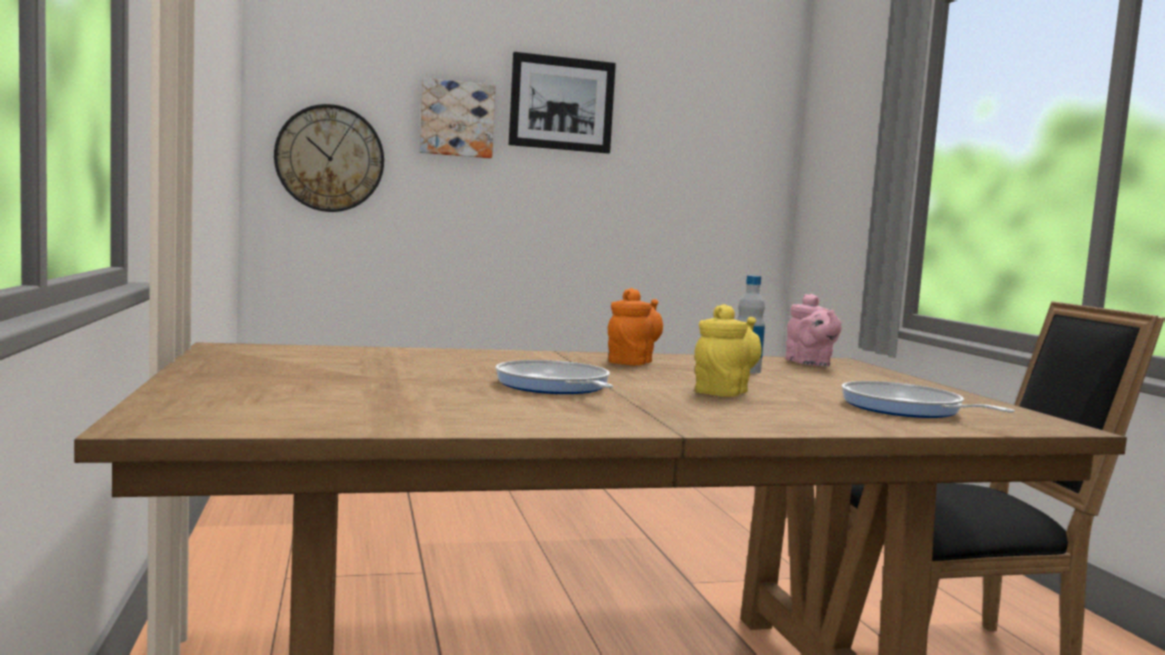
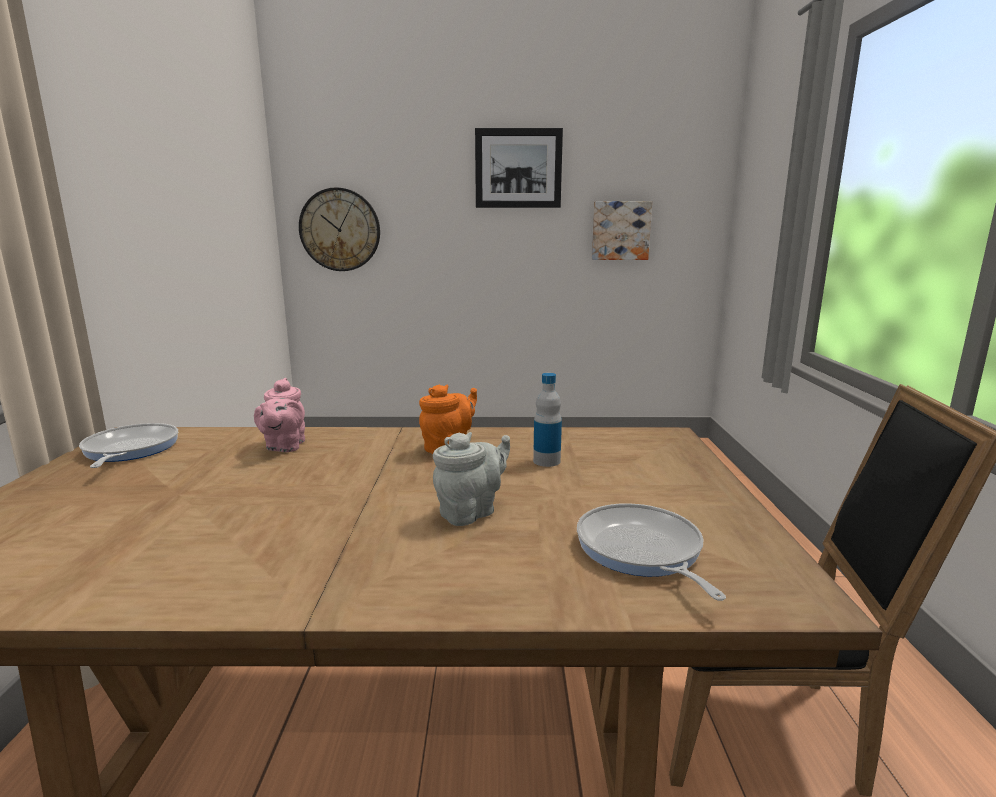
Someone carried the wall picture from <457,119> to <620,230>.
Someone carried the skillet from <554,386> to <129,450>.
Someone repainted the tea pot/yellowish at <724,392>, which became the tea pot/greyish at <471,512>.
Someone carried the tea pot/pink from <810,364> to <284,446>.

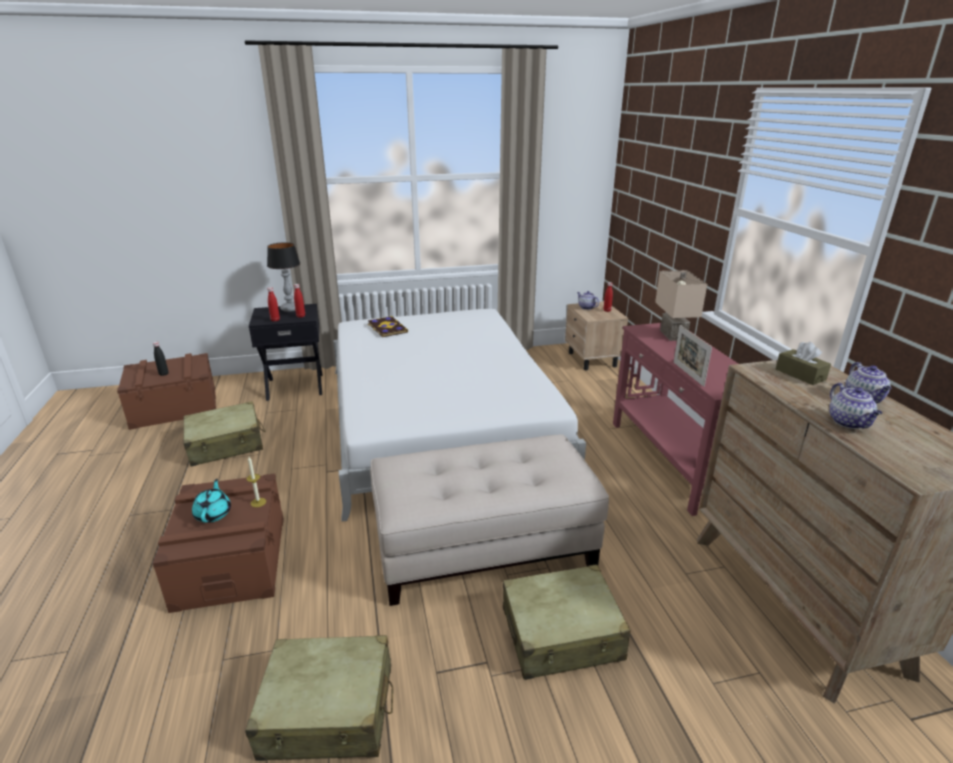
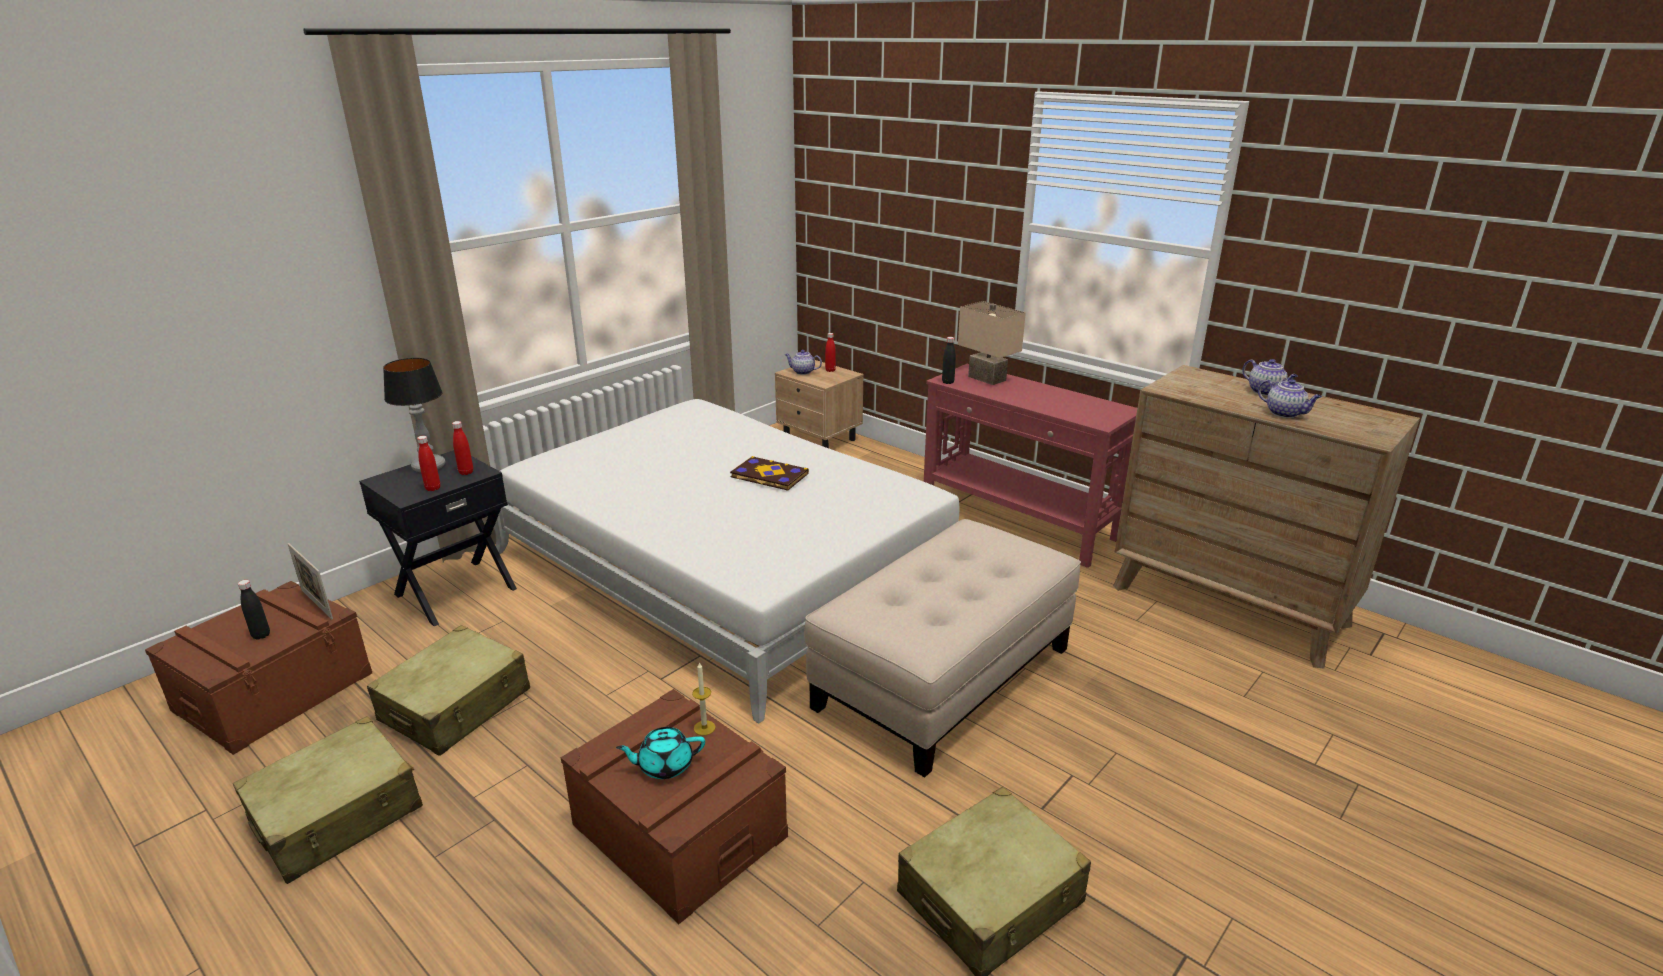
Someone rotated the tea pot/turquoise at <213,513> by 60 degrees counterclockwise.
Someone carried the volume from <387,328> to <769,476>.
Someone carried the suitcase/sand-coloured from <562,634> to <338,815>.
Someone carried the picture frame from <688,374> to <317,604>.
Someone took away the tissue holder/brown at <800,374>.
Someone put down the bottle/blackish at <948,382>.

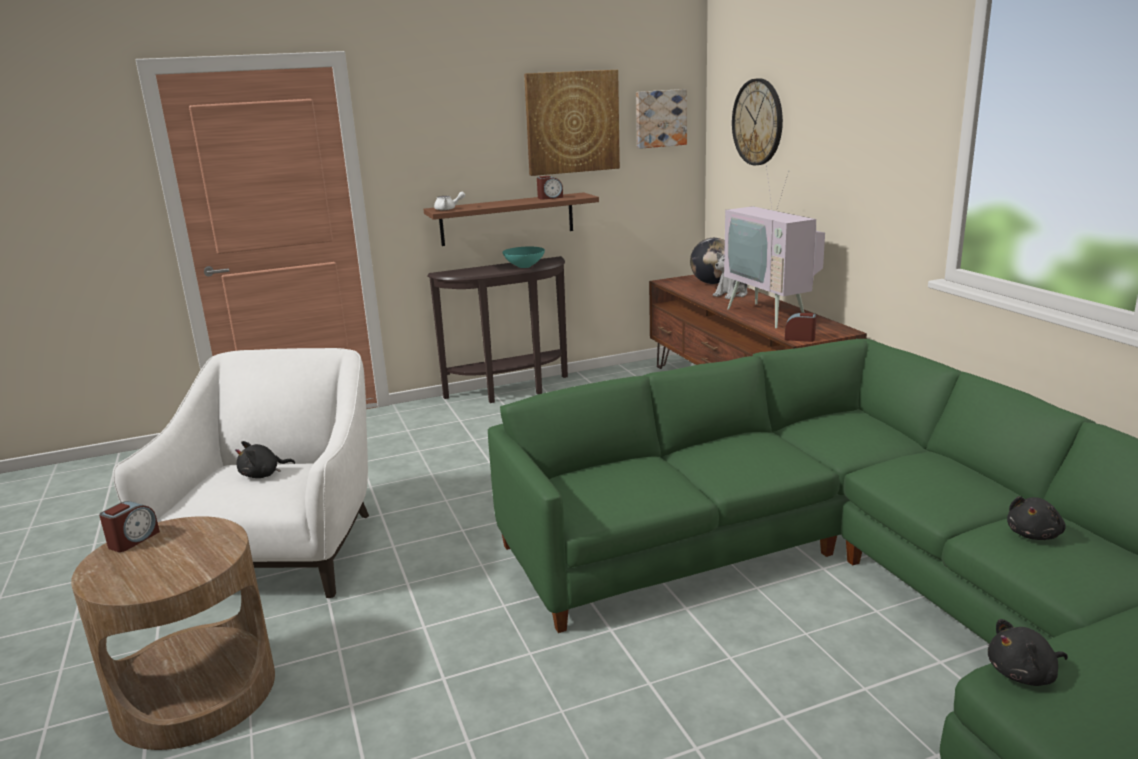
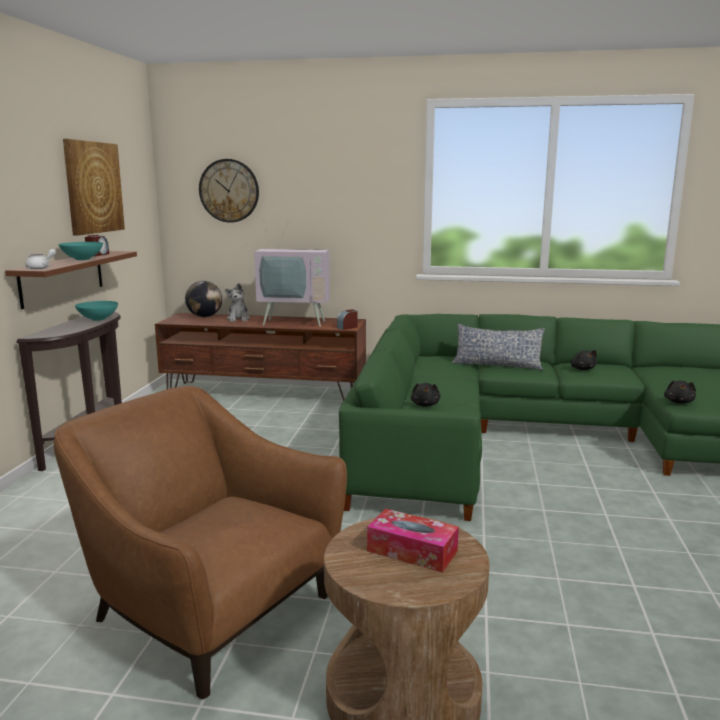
Someone took away the table clock at <133,540>.
Someone repainted the armchair/white-coloured at <282,553>, which became the armchair/brown at <209,610>.
Someone carried the plush toy/blackish from <263,475> to <425,405>.
Someone took away the wall picture at <660,118>.
Someone put down the deep dish/turquoise at <83,259>.
Someone put down the tissue holder at <412,551>.
Someone put down the throw pillow at <497,365>.

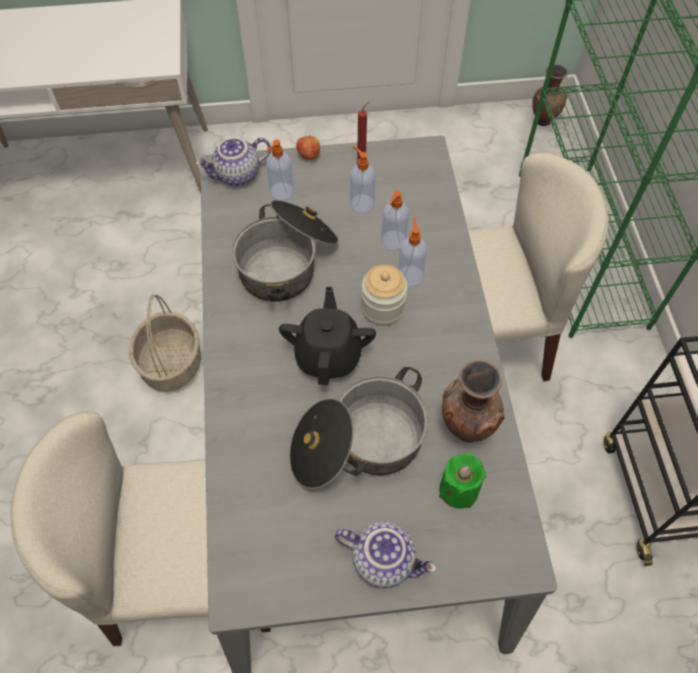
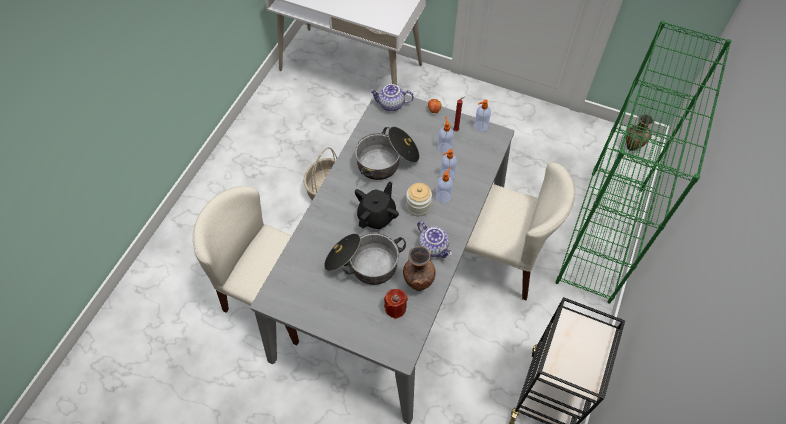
Someone carried the soap dispenser from <281,192> to <480,126>.
Someone carried the tea pot from <384,560> to <434,247>.
Someone repainted the wax light/green at <458,490>, which became the wax light/red-coloured at <395,308>.

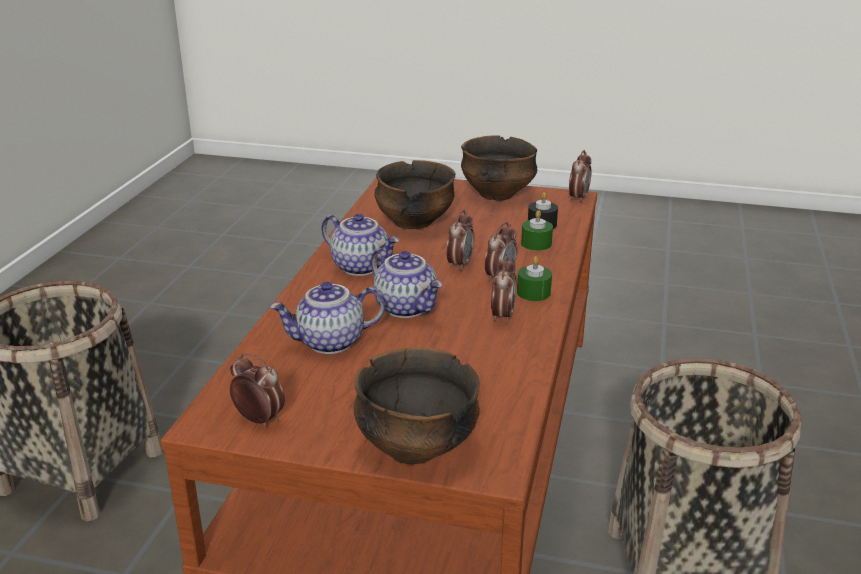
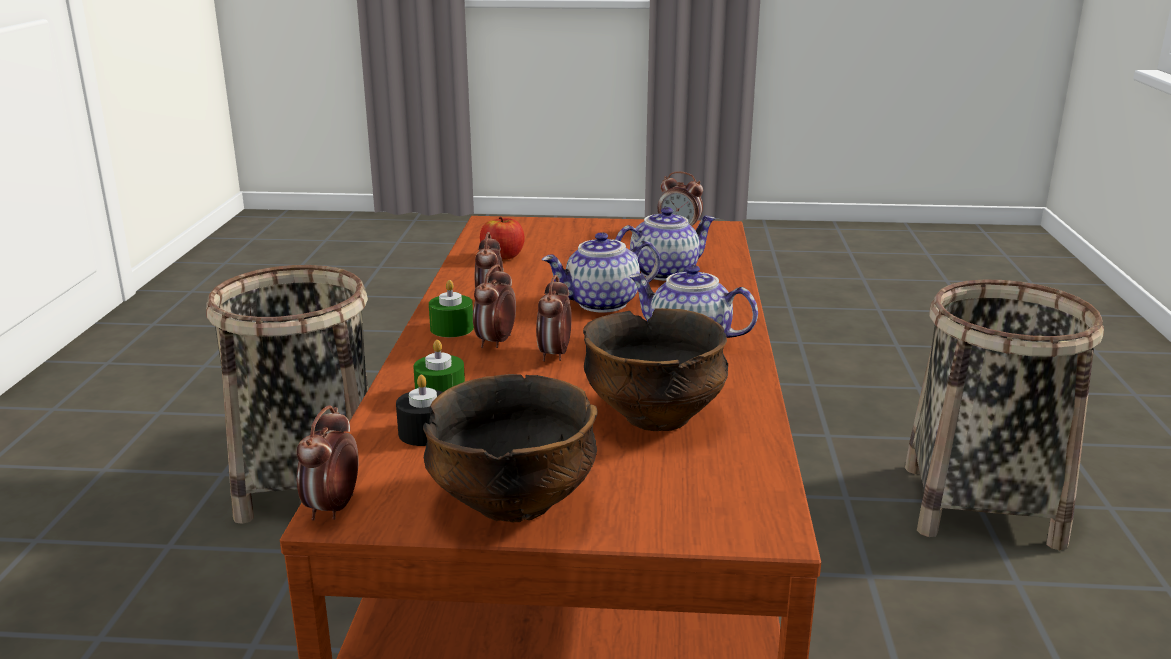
Someone took away the deep dish at <415,447>.
Someone rotated the tea pot at <407,307> by 60 degrees counterclockwise.
Someone put down the apple at <502,257>.

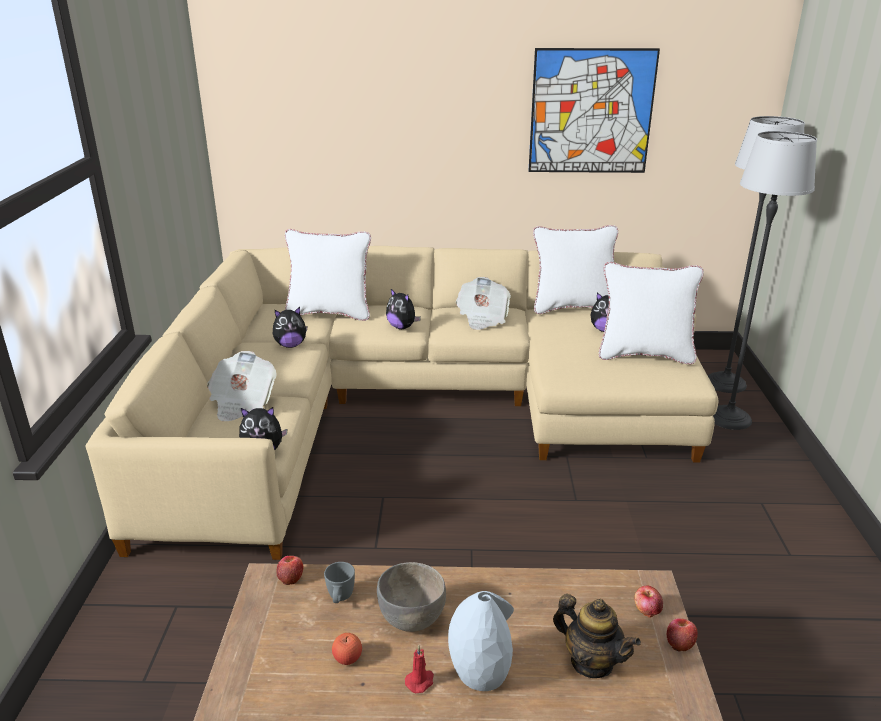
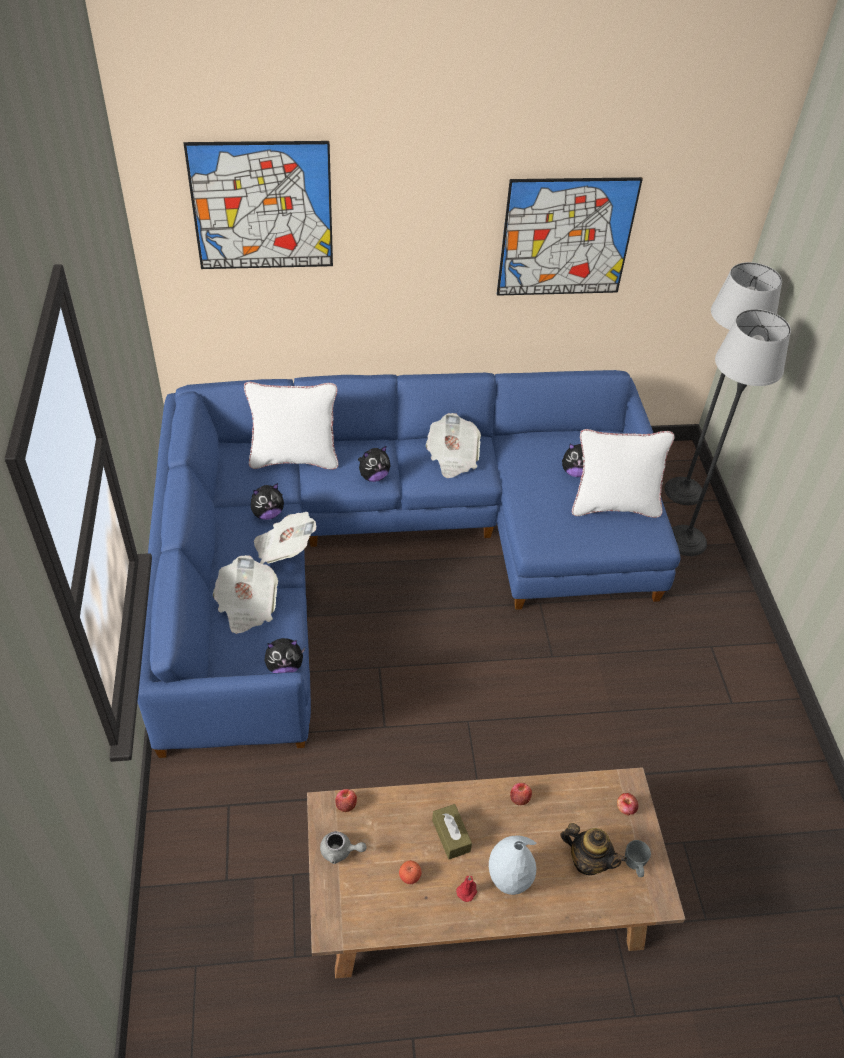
Someone repainted the sofa/sand-coloured at <414,408>, which became the sofa/blue-coloured at <386,547>.
Someone carried the coffee mug/greyish from <340,599> to <634,866>.
Someone swapped the deep dish/greyish at <412,619> for the tissue holder/brown at <451,835>.
Someone rotated the plush toy at <402,327> by 60 degrees counterclockwise.
Someone took away the throw pillow/white-coloured at <572,307>.
Someone carried the apple from <679,643> to <519,798>.
Someone put up the wall picture at <262,207>.
Someone put down the daily paper at <284,549>.
Someone put down the tea pot/greyish at <340,851>.

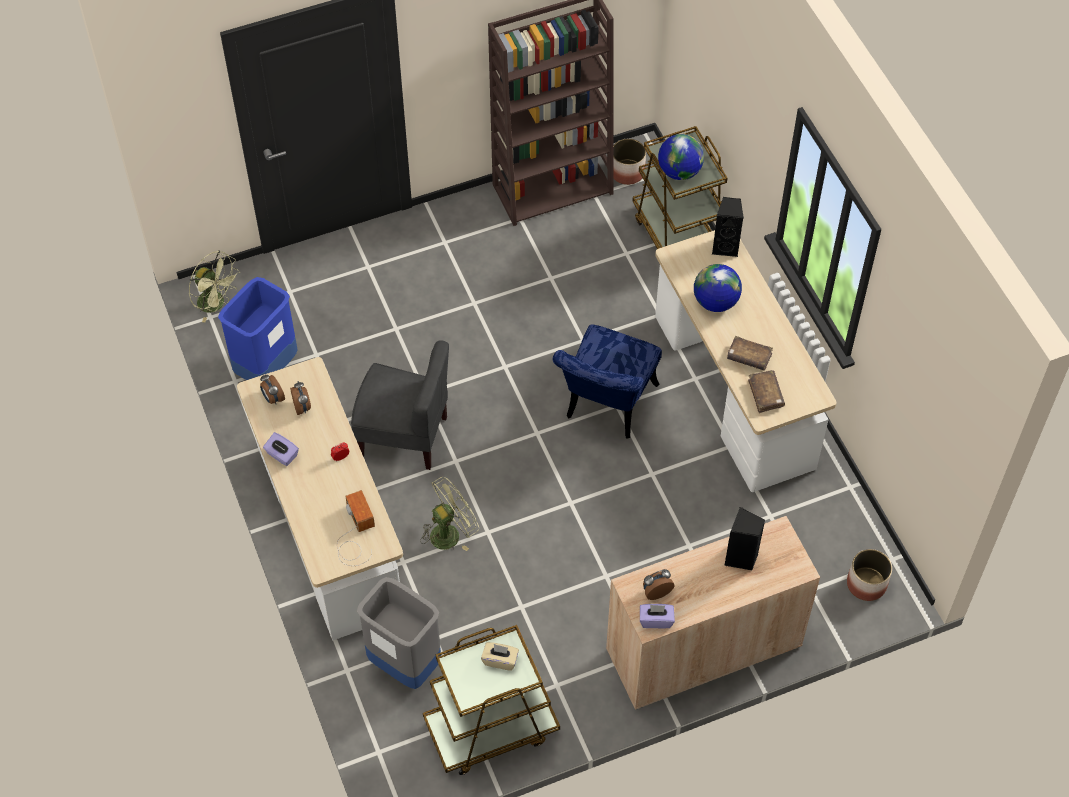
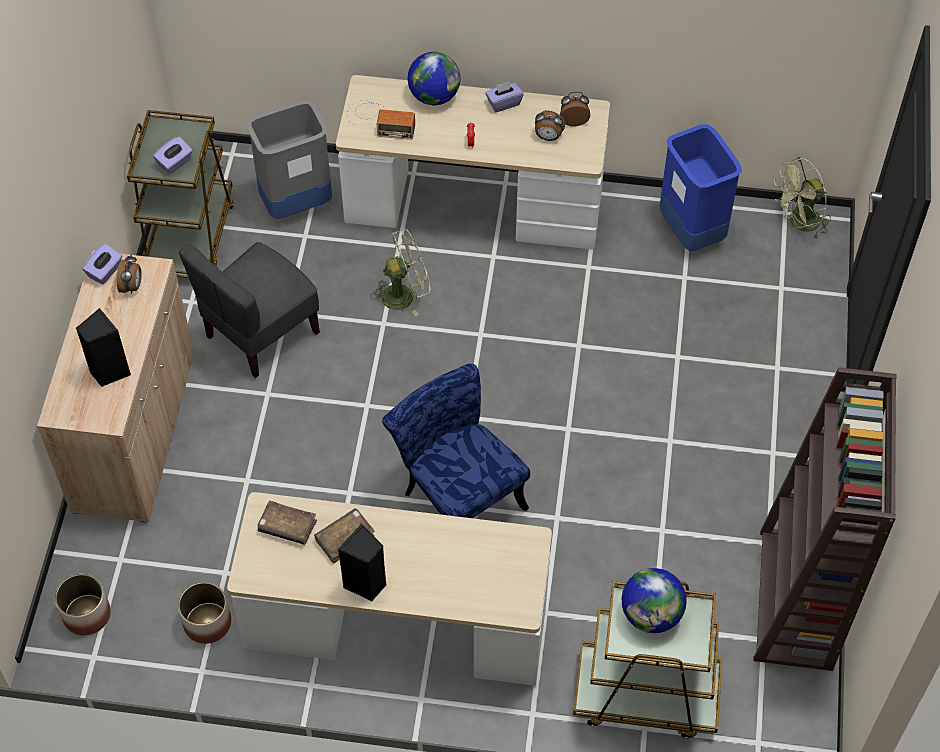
Someone carried the chair/greyish from <404,436> to <261,334>.
Someone rotated the fan/green at <450,532> by 105 degrees counterclockwise.
Someone repainted the tissue holder/sand-coloured at <500,660>, which became the tissue holder/purple-coloured at <175,163>.
Someone carried the flower pot from <627,172> to <207,622>.
Someone carried the globe from <715,302> to <434,96>.
Someone carried the audio speaker/blackish from <725,246> to <366,584>.

